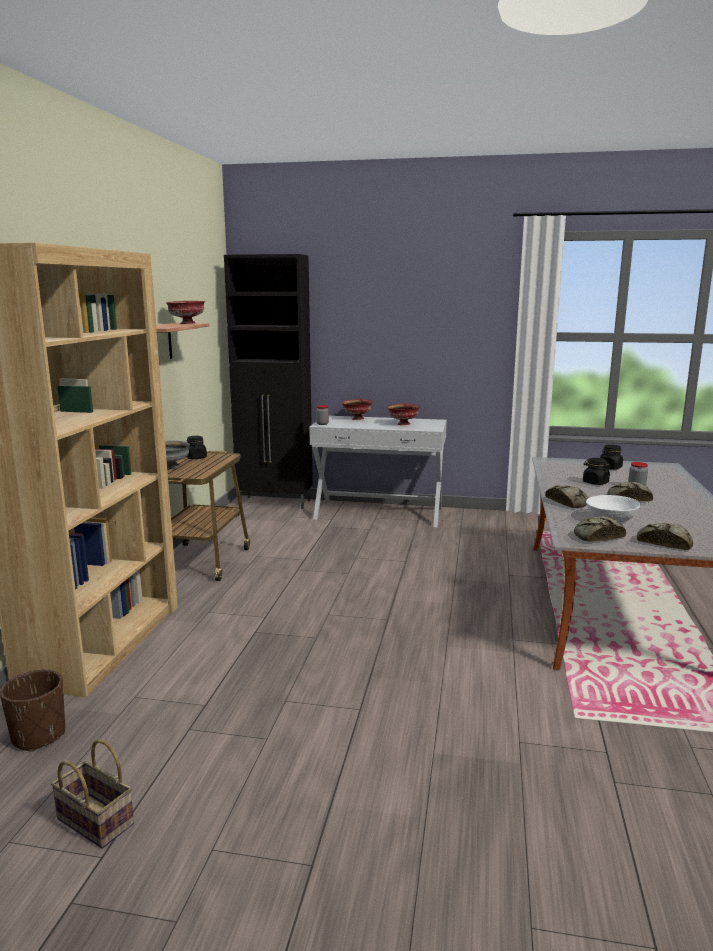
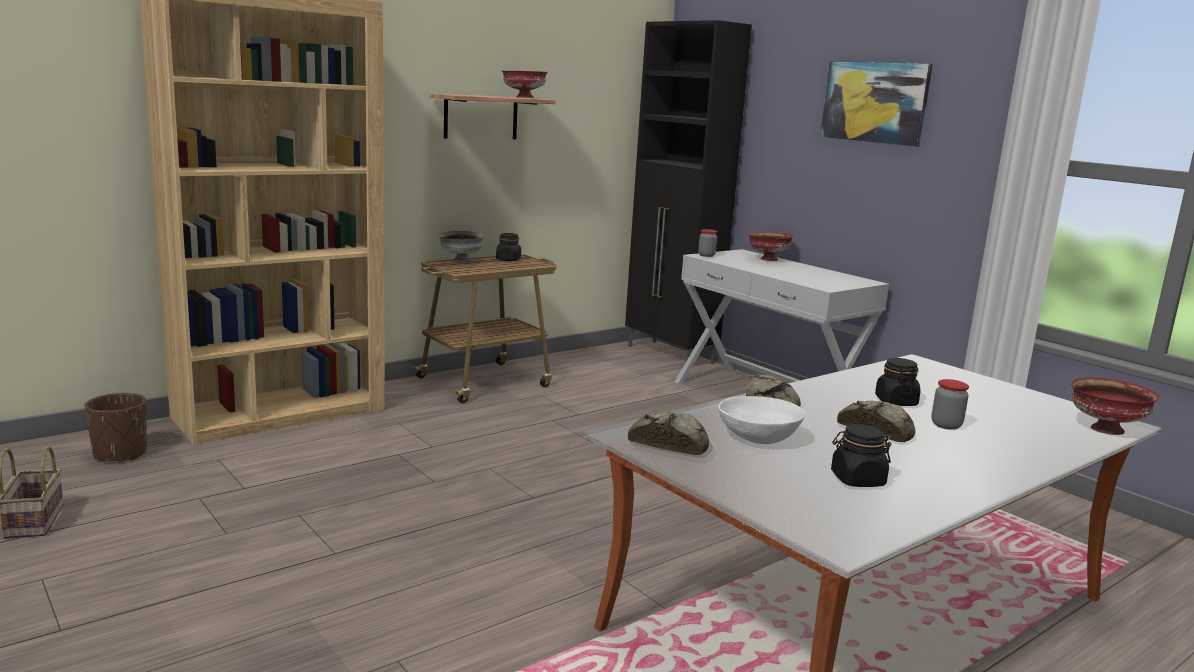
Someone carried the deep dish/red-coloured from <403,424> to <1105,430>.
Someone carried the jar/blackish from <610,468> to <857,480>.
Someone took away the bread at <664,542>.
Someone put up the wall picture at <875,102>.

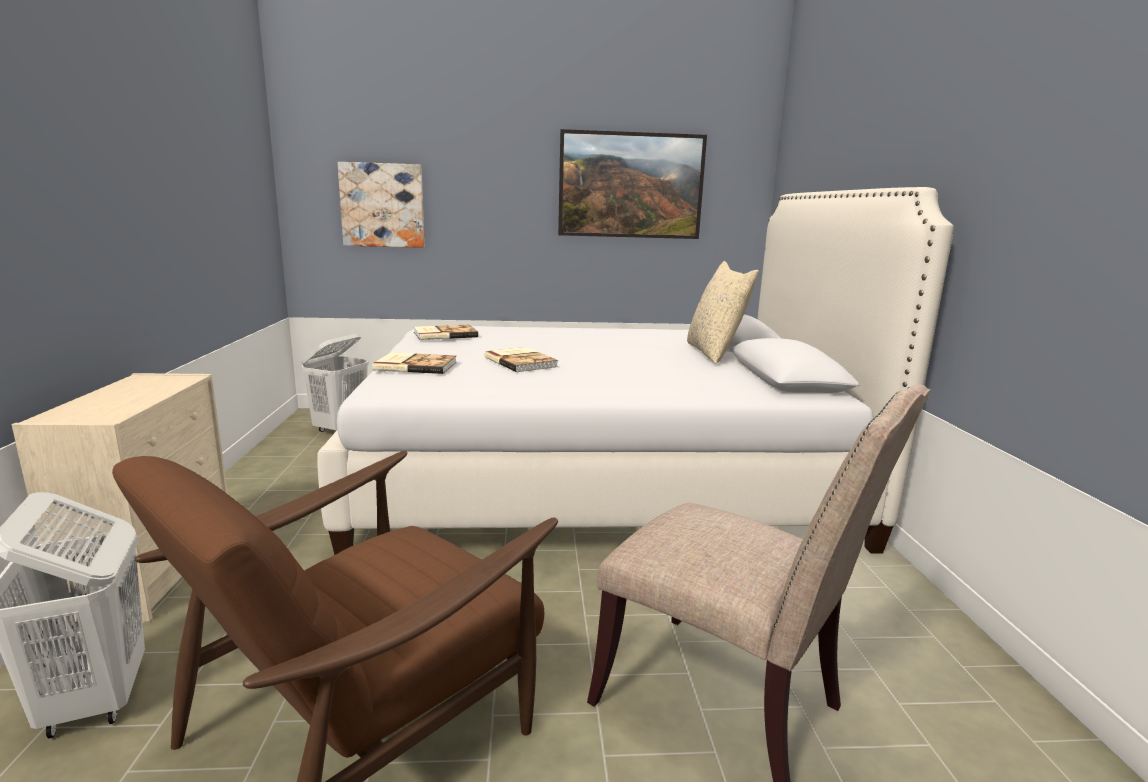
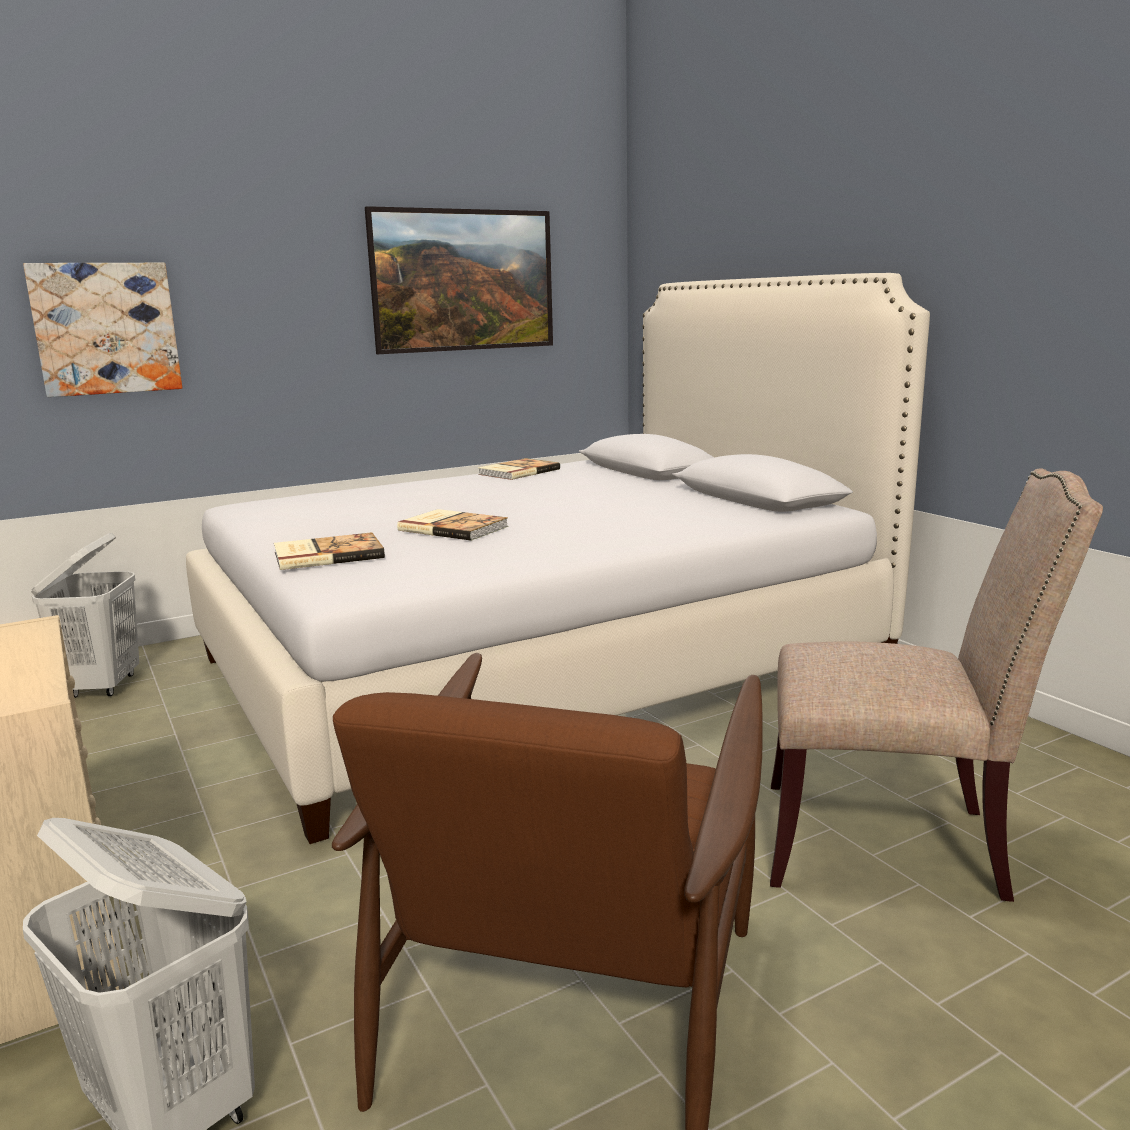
Someone carried the volume from <444,334> to <517,472>.
Someone took away the throw pillow/sand-coloured at <715,353>.

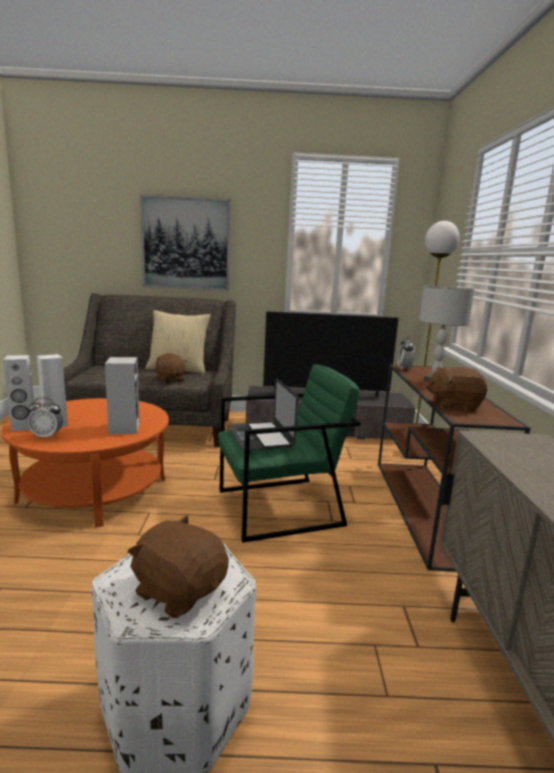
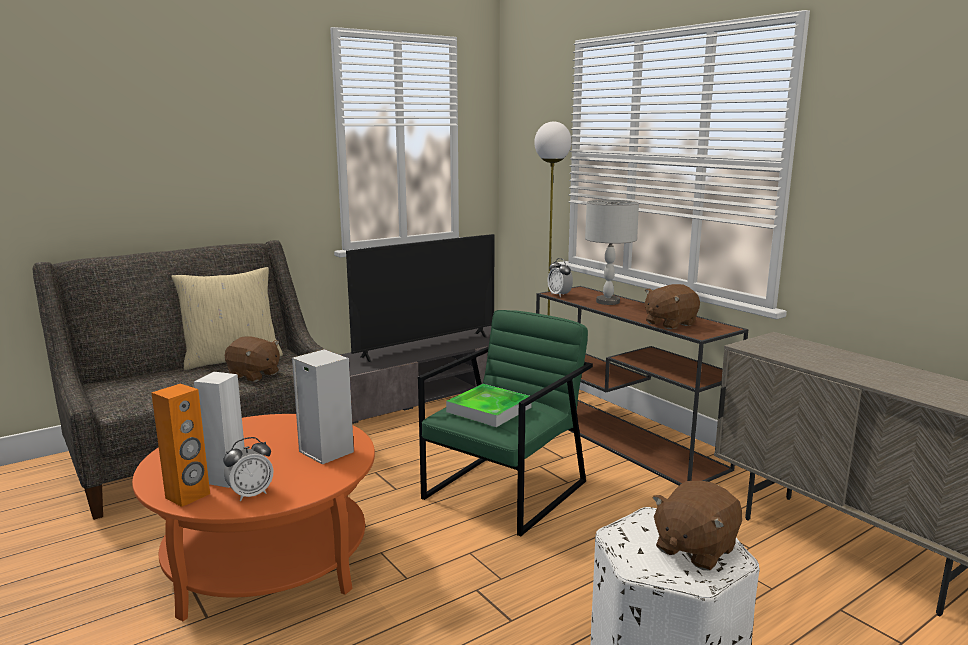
Someone repainted the audio speaker/white-coloured at <24,427>, which became the audio speaker/orange-coloured at <188,496>.
Someone rotated the plush toy/brown at <179,590> by 45 degrees counterclockwise.
Someone took away the wall picture at <186,244>.
Someone swapped the notebook computer at <260,436> for the tray at <489,409>.

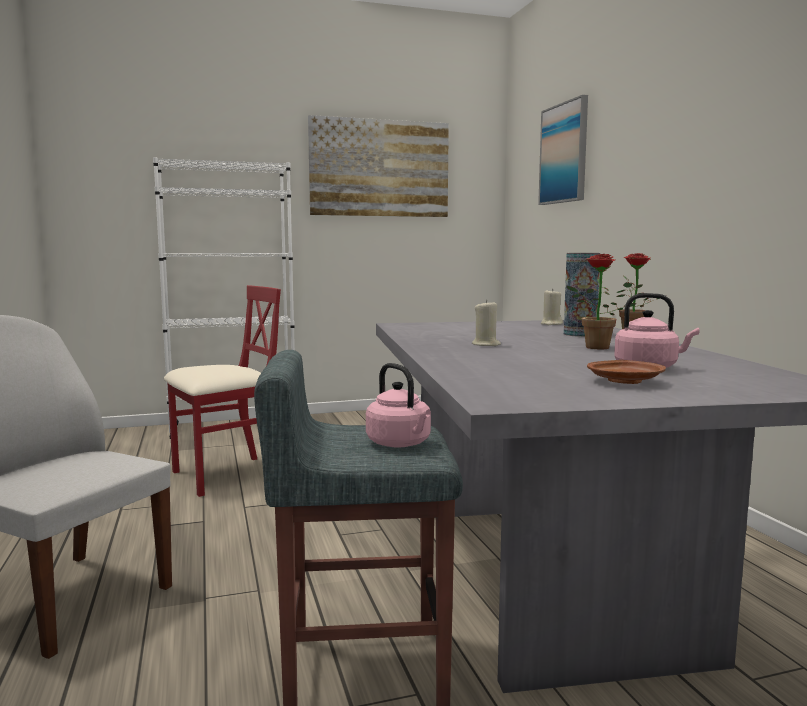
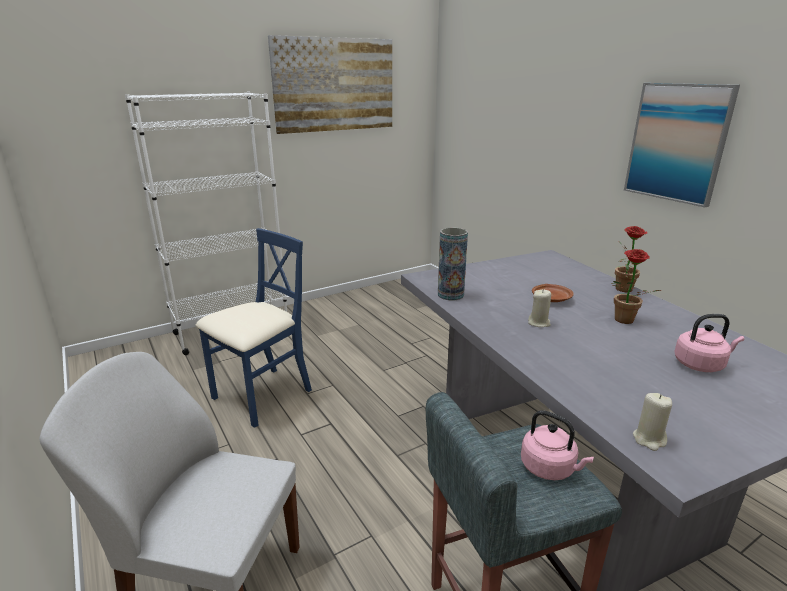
Someone repainted the chair/red-coloured at <226,475>, which became the chair/blue-coloured at <262,396>.
Someone carried the wall picture from <564,153> to <677,143>.
Someone carried the wax light/sand-coloured from <551,324> to <649,439>.
Someone carried the decorative vase from <579,334> to <450,295>.
Someone carried the flat dish/brown from <625,381> to <551,299>.

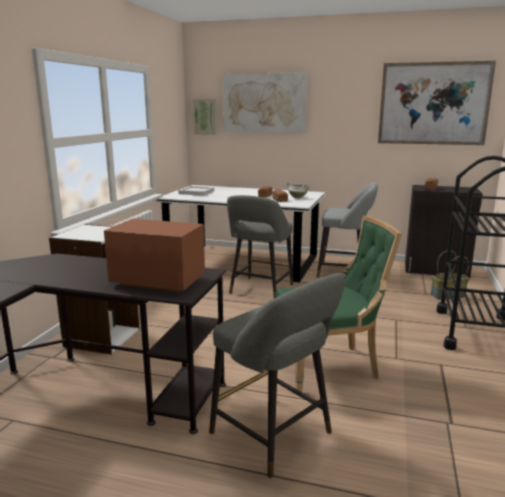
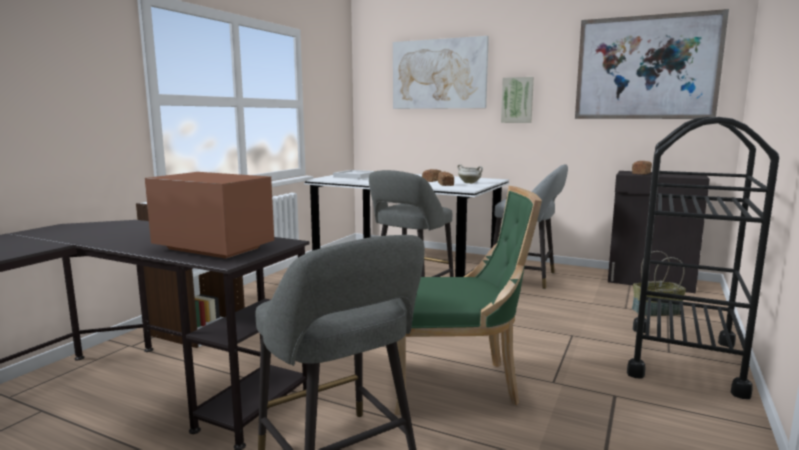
Someone carried the wall picture from <205,117> to <517,100>.

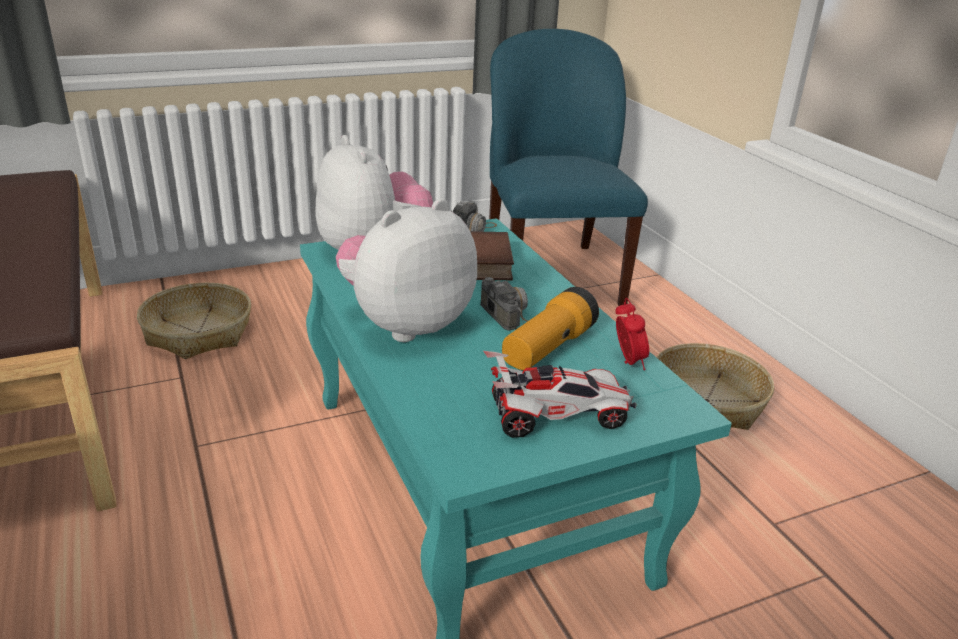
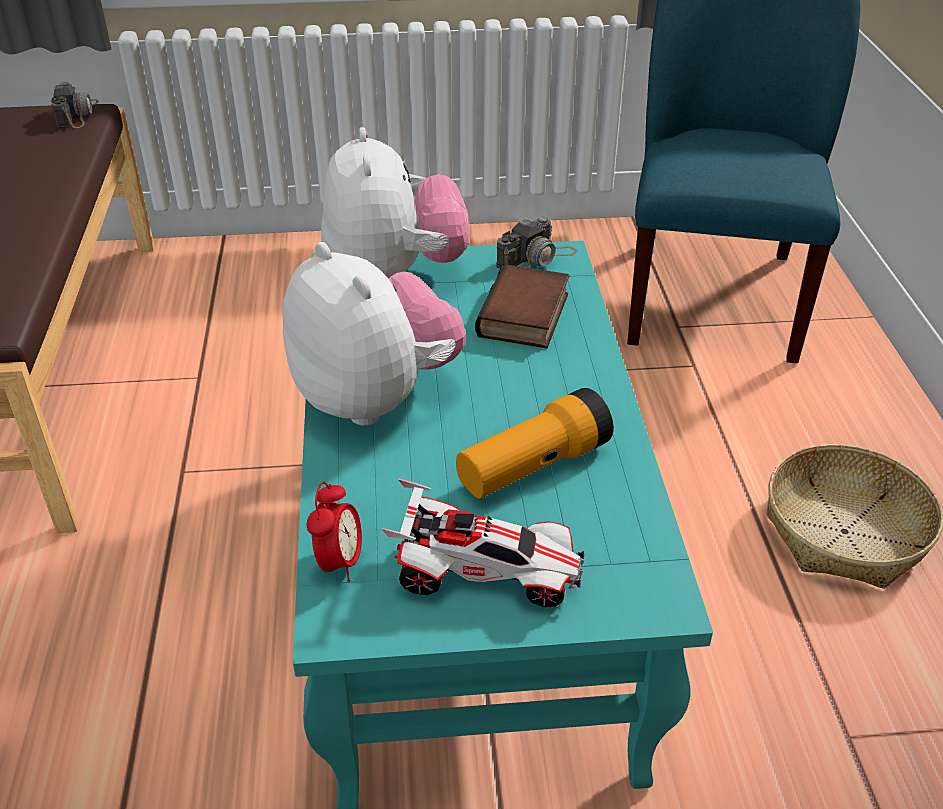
Someone took away the basket at <198,332>.
Someone rotated the plush toy at <405,324> by 75 degrees clockwise.
Someone carried the photo camera from <505,311> to <78,114>.
Someone carried the table clock from <627,362> to <339,562>.

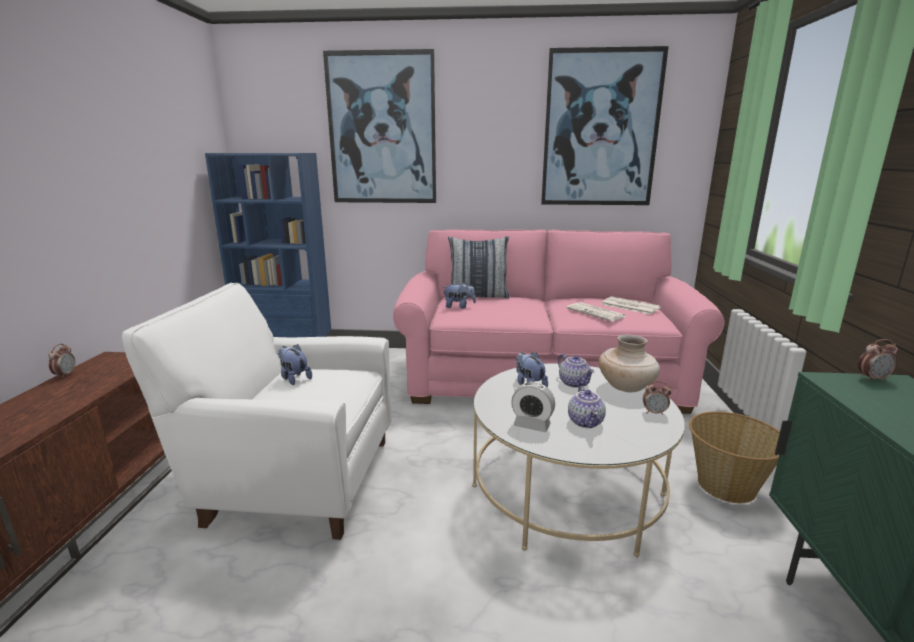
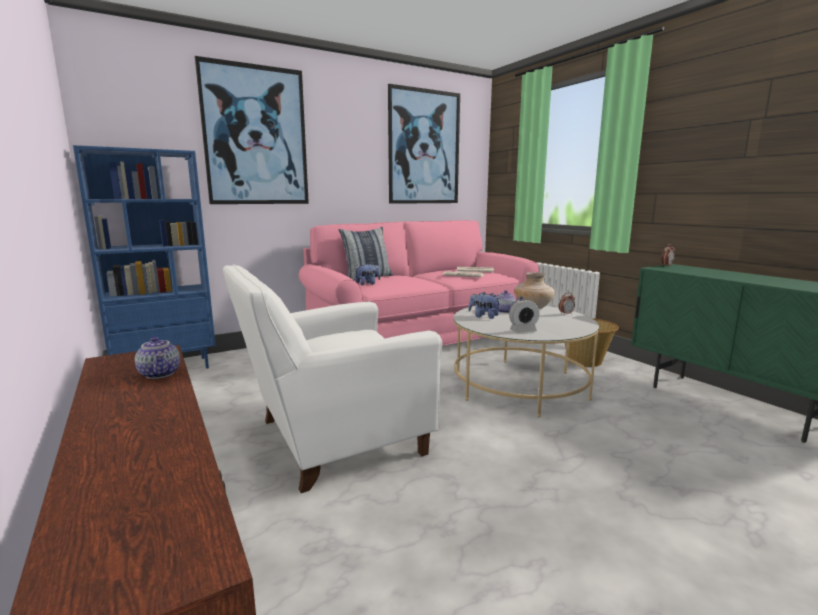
Someone took away the table clock at <65,375>.
Someone took away the plush toy at <294,378>.
Someone carried the tea pot from <586,422> to <161,374>.

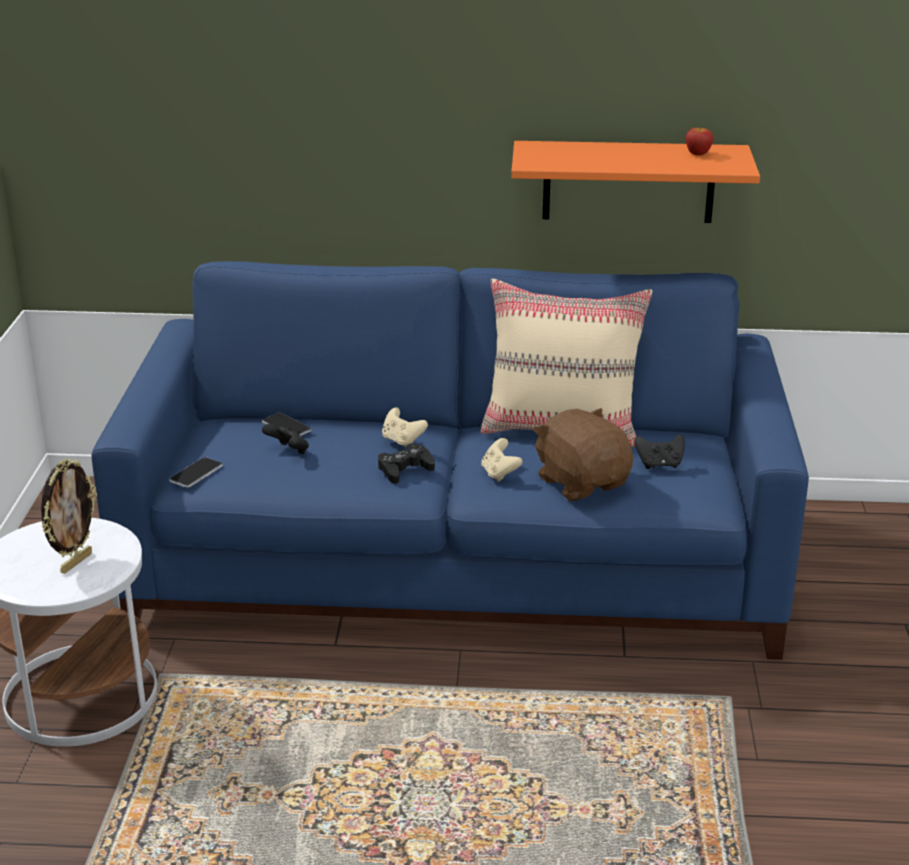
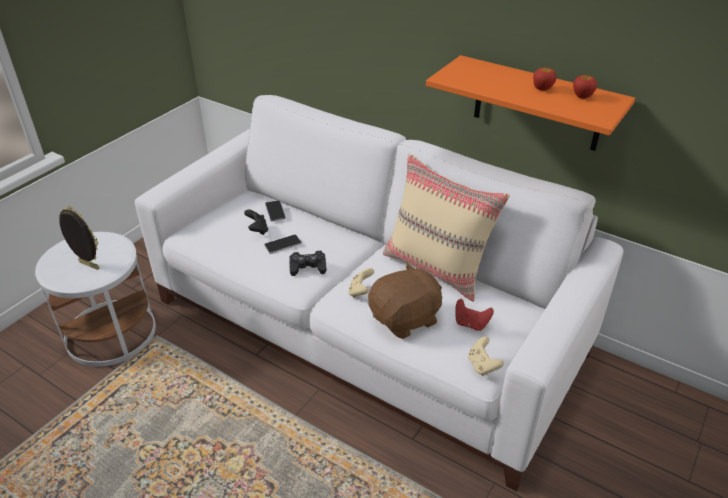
Someone rotated the picture frame at <75,562> by 120 degrees counterclockwise.
Someone repainted the sofa/blue-coloured at <457,567>, which became the sofa/white-coloured at <366,327>.
Someone carried the telephone from <196,473> to <283,245>.
Someone carried the gamepad/sand-coloured from <402,441> to <482,365>.
Someone rotated the plush toy/brown at <582,482> by 60 degrees clockwise.
Someone repainted the gamepad/blackish at <659,464>, which became the gamepad/red-coloured at <471,324>.
Someone put down the apple at <542,88>.

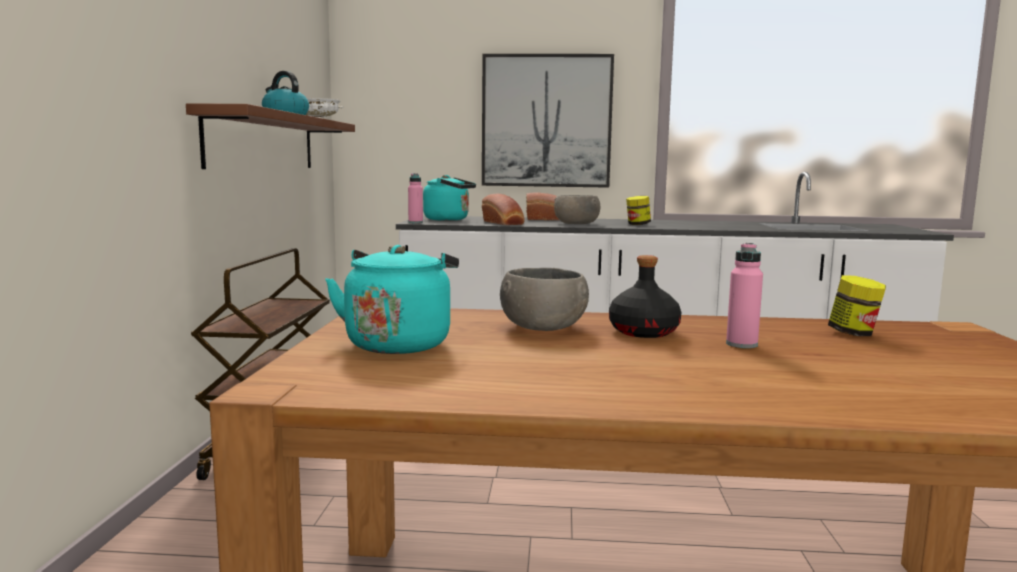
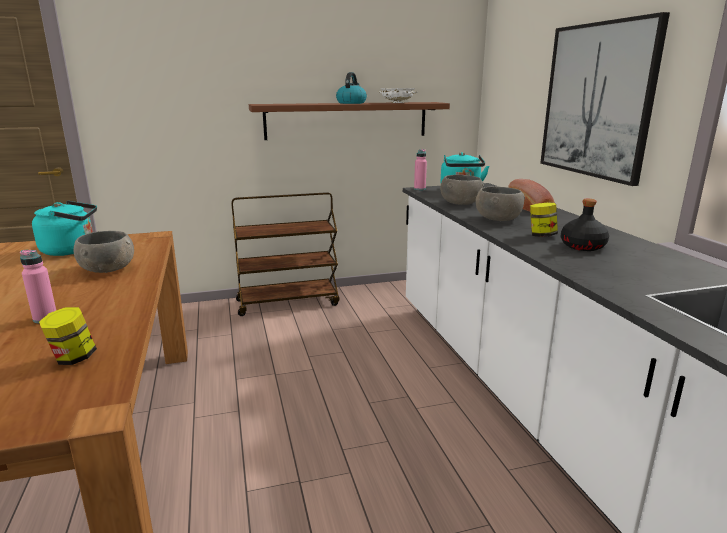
Someone swapped the bread at <504,223> for the deep dish/greyish at <460,203>.
Someone carried the bottle/blackish from <644,332> to <582,246>.

